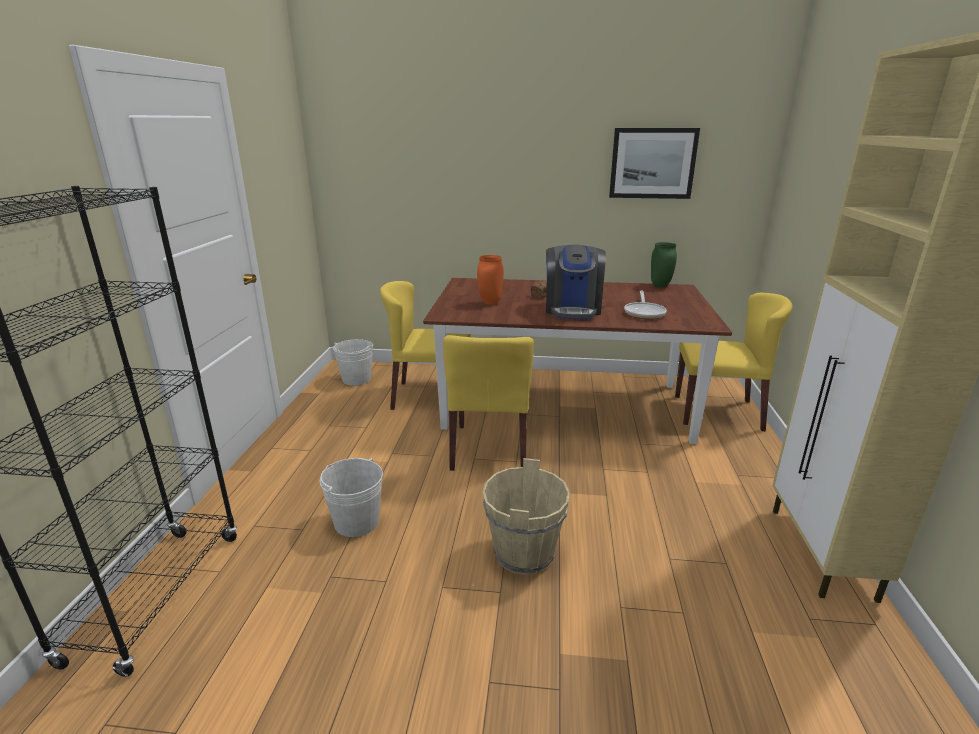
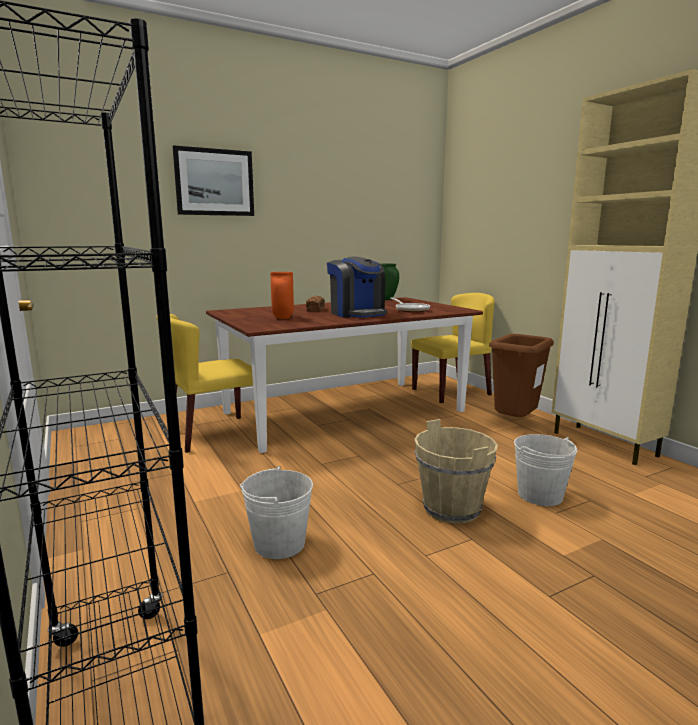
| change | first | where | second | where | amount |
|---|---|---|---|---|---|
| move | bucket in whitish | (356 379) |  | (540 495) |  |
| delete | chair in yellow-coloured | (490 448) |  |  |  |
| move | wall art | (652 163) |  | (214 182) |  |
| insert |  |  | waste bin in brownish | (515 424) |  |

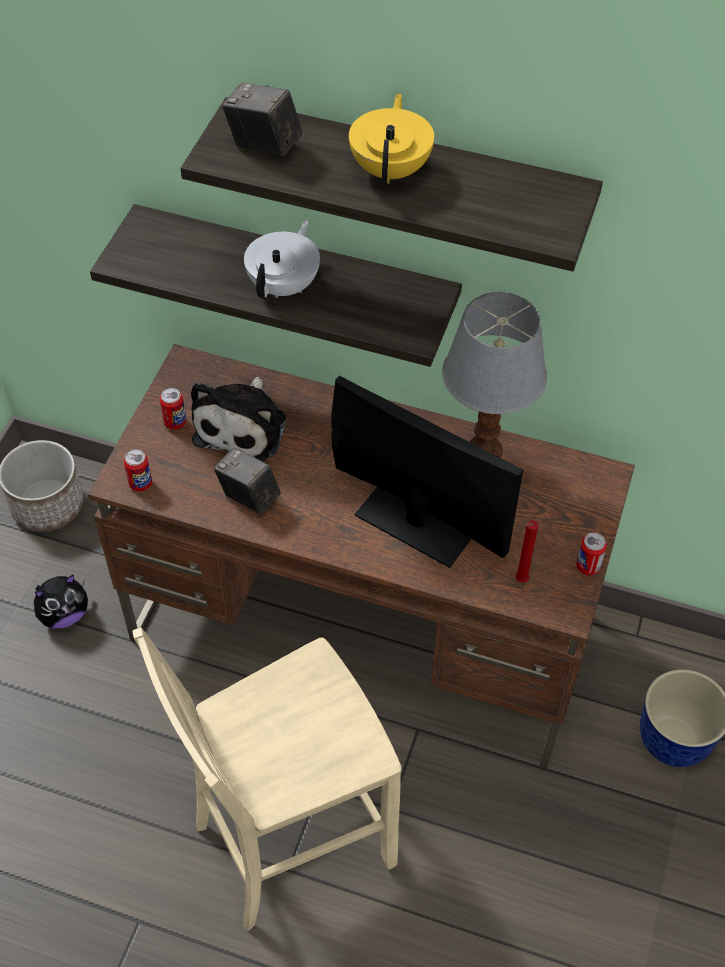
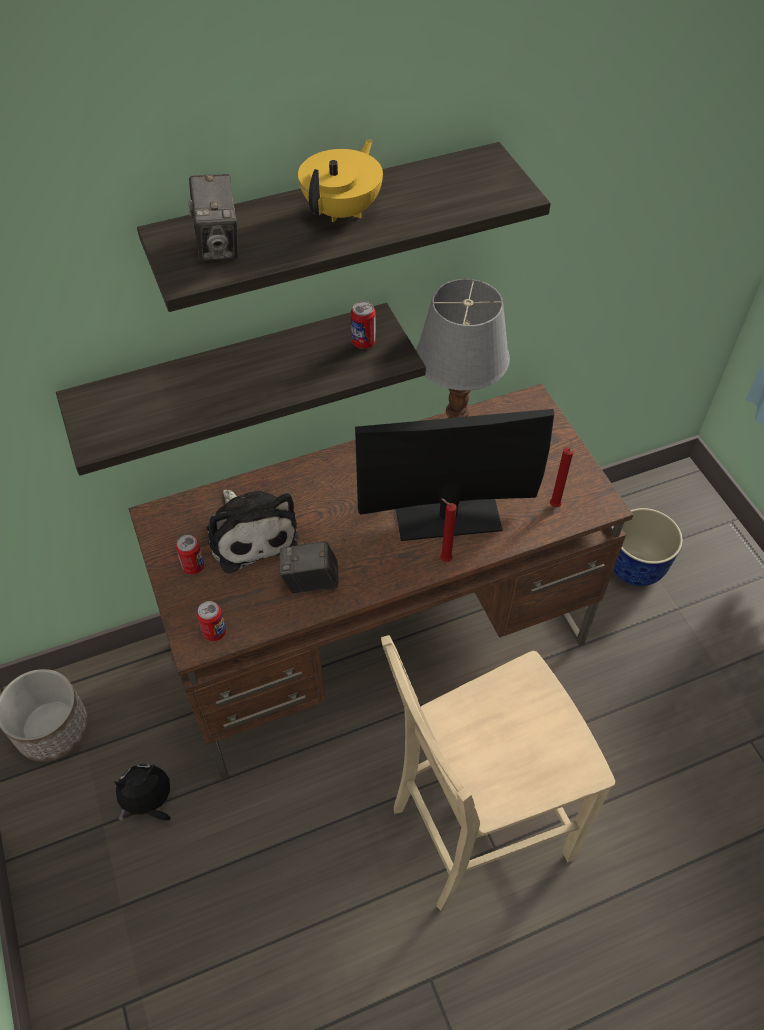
| change | first | where | second | where | amount |
|---|---|---|---|---|---|
| rotate | plush toy | (64 615) |  | (149 802) | 135 degrees counterclockwise |
| rotate | chair in sand-coloured | (288 842) |  | (475 829) | 45 degrees clockwise |
| rotate | still camera | (264 145) |  | (218 245) | 90 degrees counterclockwise |
| delete | teapot in whitish | (284 285) |  |  |  |
| rotate | teapot in yellow-coloured | (391 169) |  | (343 210) | 60 degrees clockwise |
| move | can | (587 566) |  | (363 342) |  |
| insert |  |  | candle in reddish | (444 559) |  |

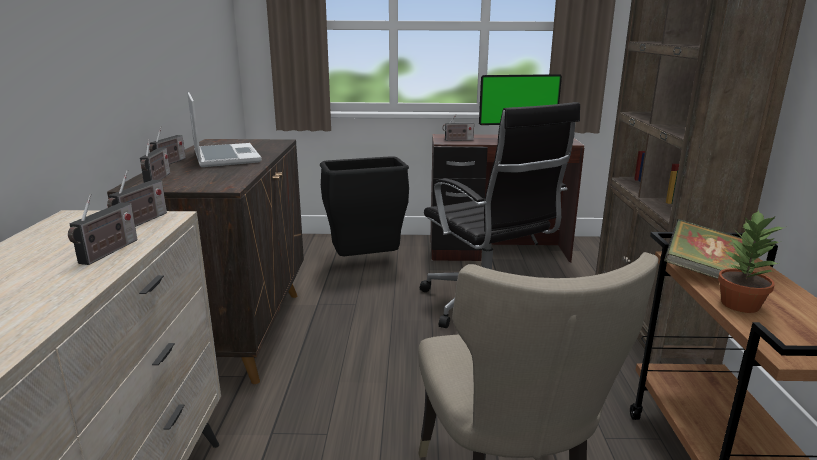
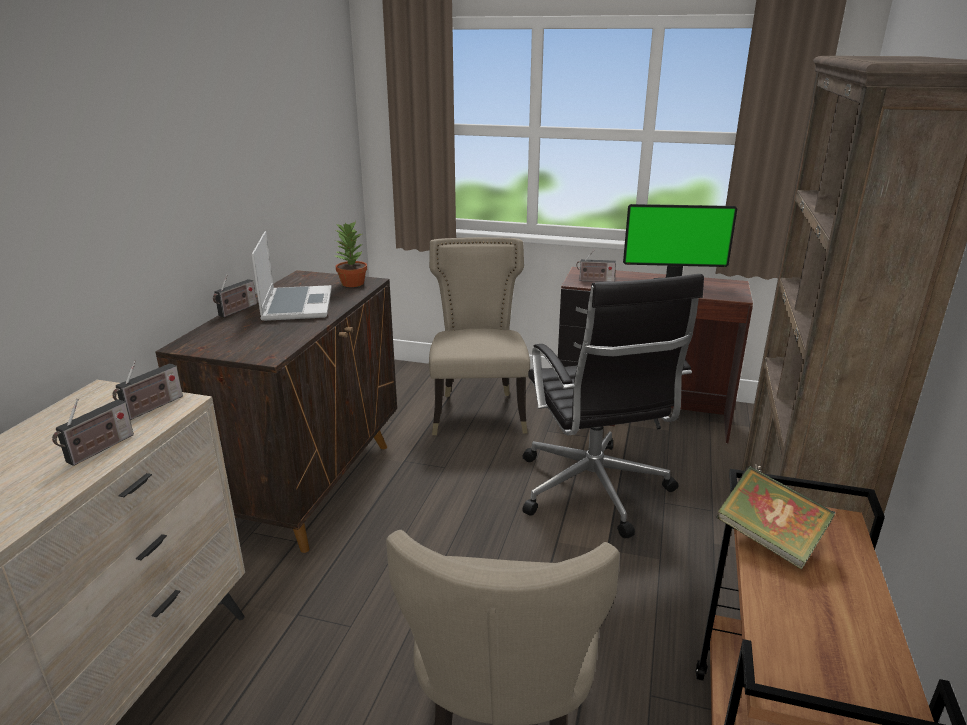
| change | first | where | second | where | amount |
|---|---|---|---|---|---|
| delete | radio receiver | (157 179) |  |  |  |
| replace | waste bin in blackish | (366 262) | chair in sand-coloured | (478 412) |  |
| move | houseplant | (739 305) |  | (352 283) |  |

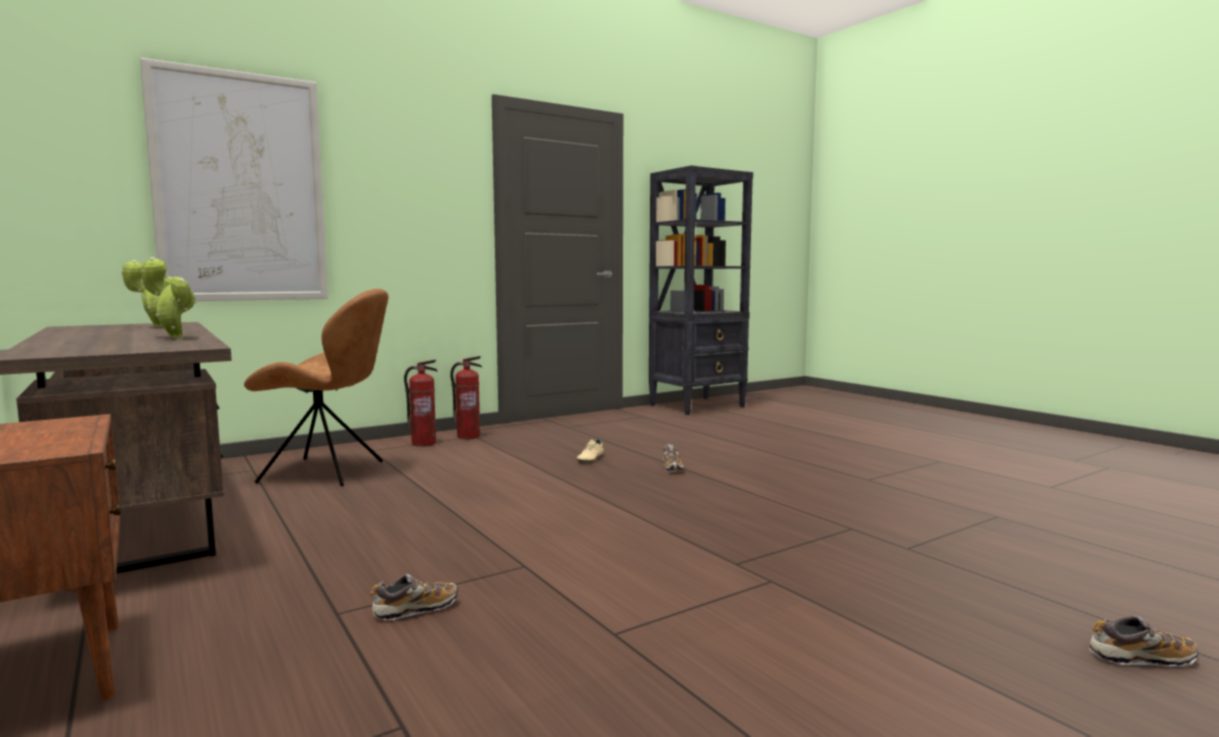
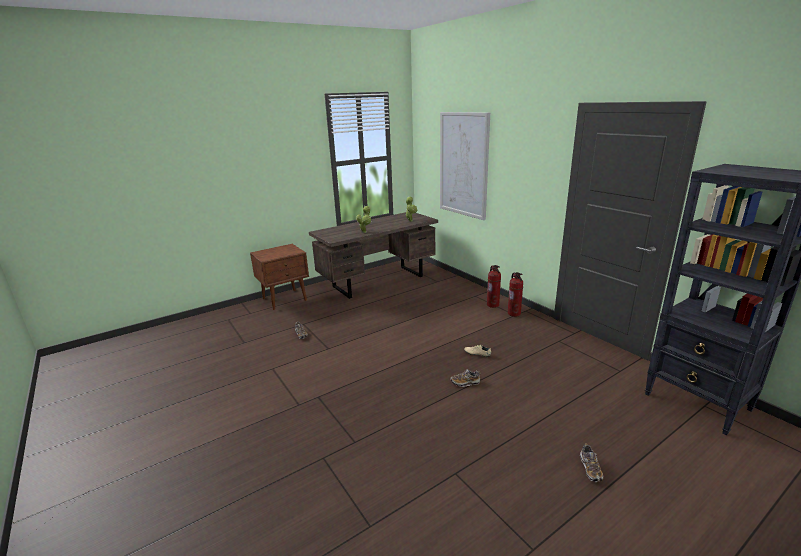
| change | first | where | second | where | amount |
|---|---|---|---|---|---|
| delete | chair in brownish | (326 472) |  |  |  |
| move | low shoe | (1140 658) |  | (590 469) |  |

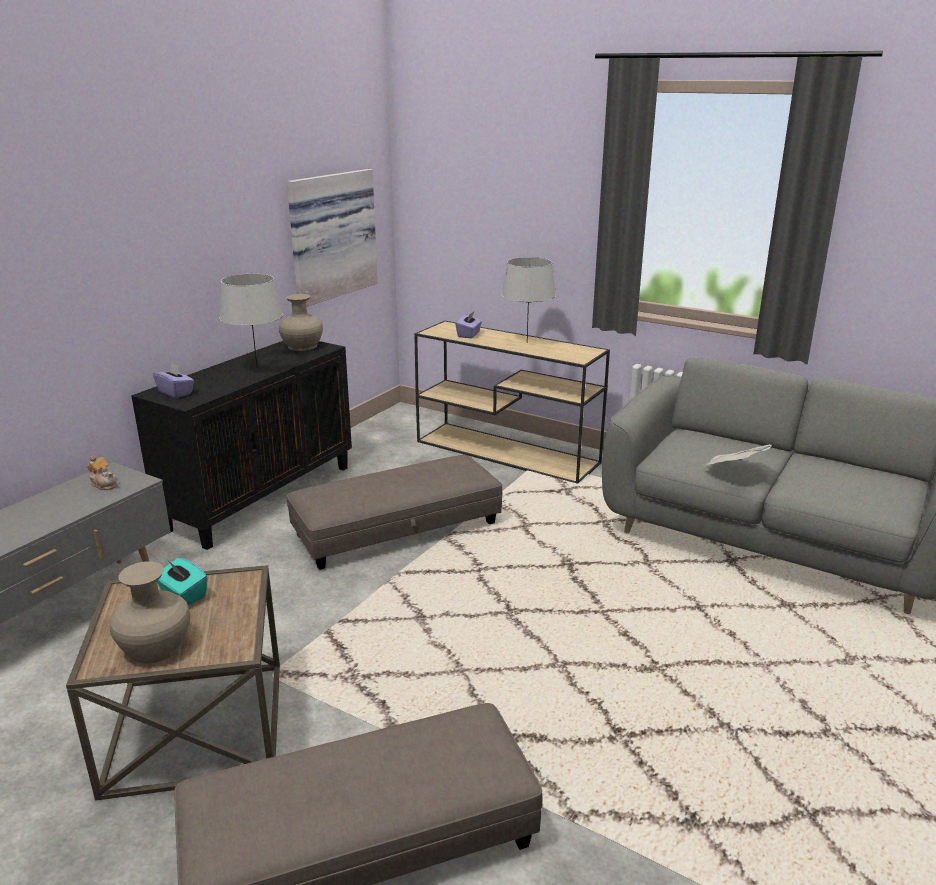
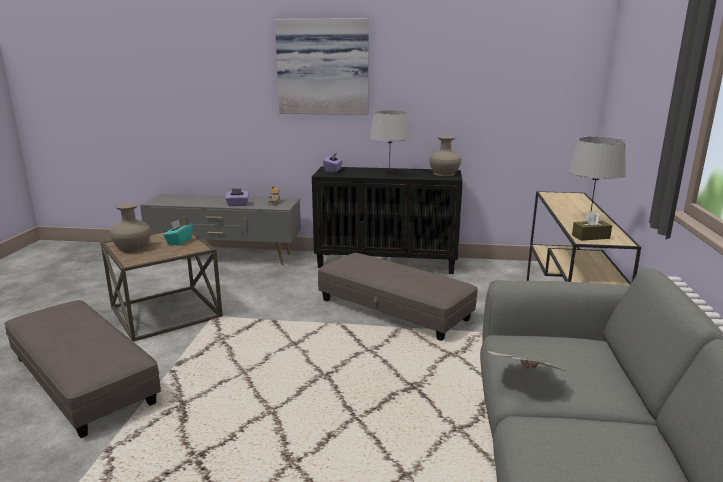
| change | first | where | second | where | amount |
|---|---|---|---|---|---|
| move | wall art | (330 235) |  | (323 67) |  |
| move | tissue holder in purple-coloured | (469 335) |  | (237 205) |  |
| insert |  |  | tissue holder in brownish | (590 237) |  |

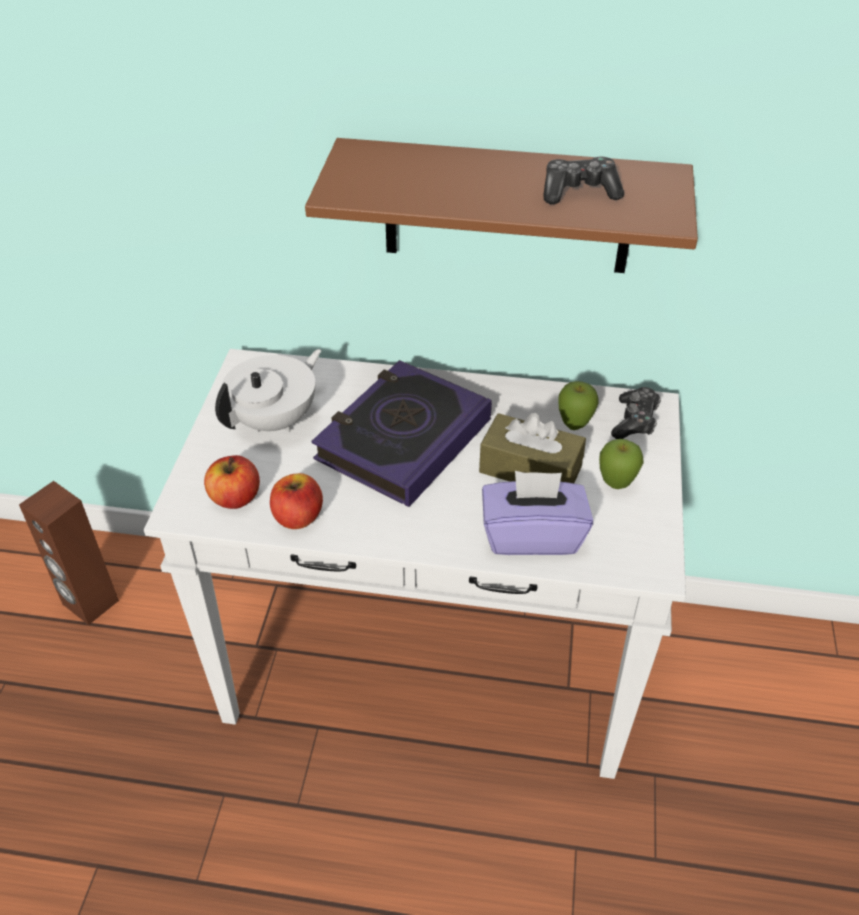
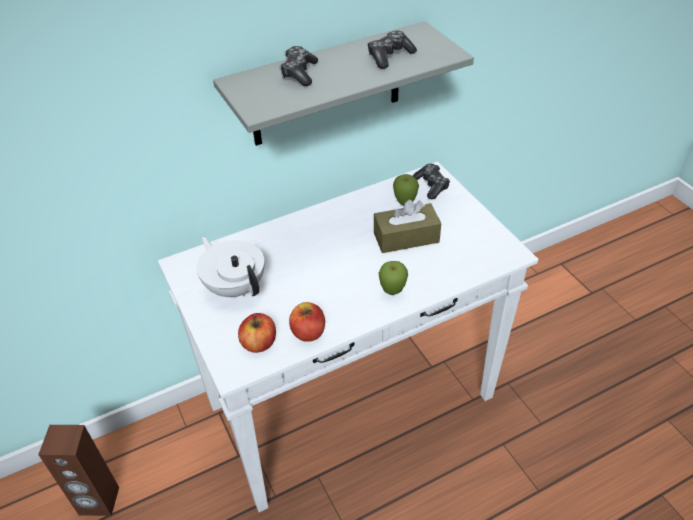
| change | first | where | second | where | amount |
|---|---|---|---|---|---|
| rotate | teapot in whitish | (275 420) |  | (235 286) | 45 degrees counterclockwise |
| recolor | bracket shelf in brownish | (507 207) | bracket shelf in grey | (326 86) |  |
| delete | volume | (403 440) |  |  |  |
| delete | tissue holder in purple-coloured | (532 535) |  |  |  |
| move | whole apple | (616 485) |  | (392 292) |  |
| insert |  |  | gamepad | (299 73) |  |

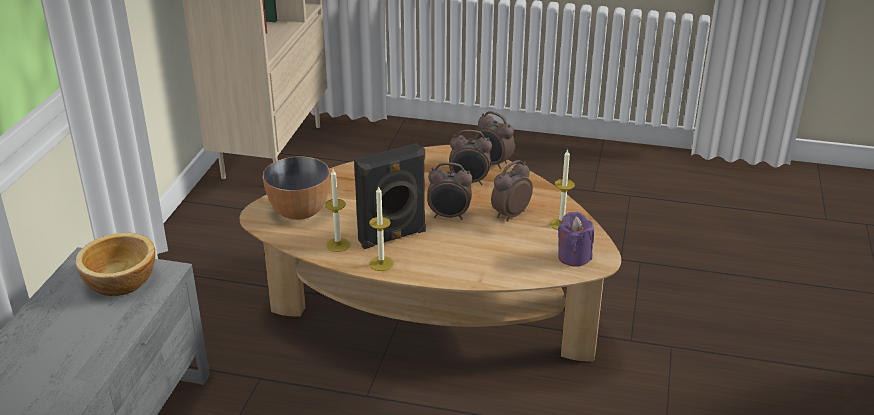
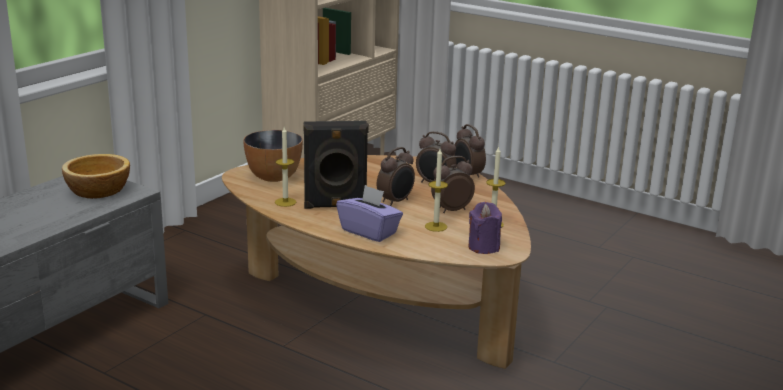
| change | first | where | second | where | amount |
|---|---|---|---|---|---|
| move | candle | (381 263) |  | (436 226) |  |
| rotate | alarm clock | (449 216) |  | (396 202) | 75 degrees counterclockwise |
| insert |  |  | tissue holder in purple-coloured | (369 231) |  |

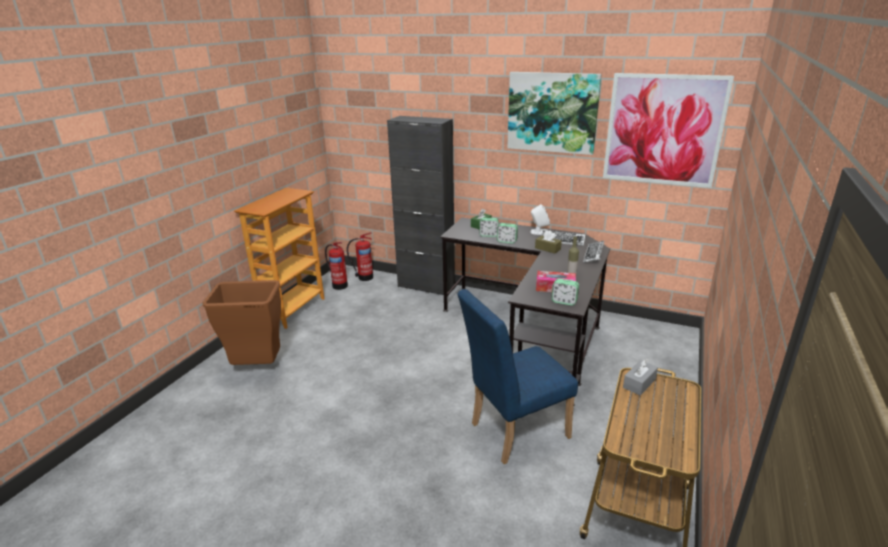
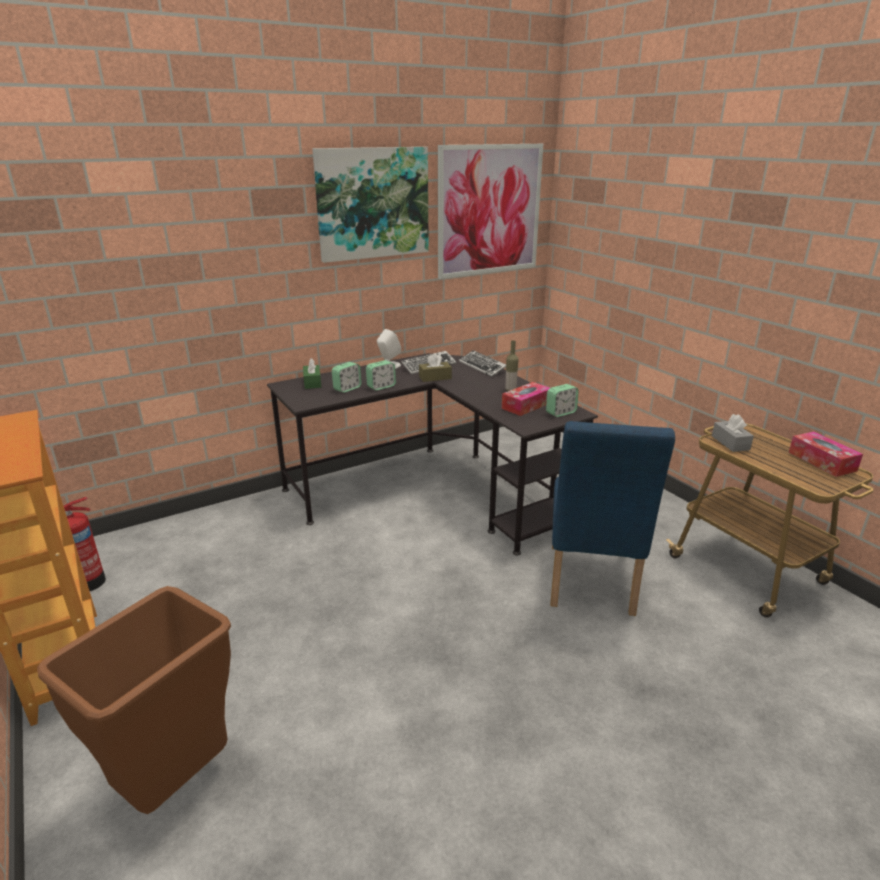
| change | first | where | second | where | amount |
|---|---|---|---|---|---|
| delete | extinguisher | (364 277) |  |  |  |
| delete | cupboard in blackish | (426 286) |  |  |  |
| insert |  |  | tissue holder | (822 461) |  |

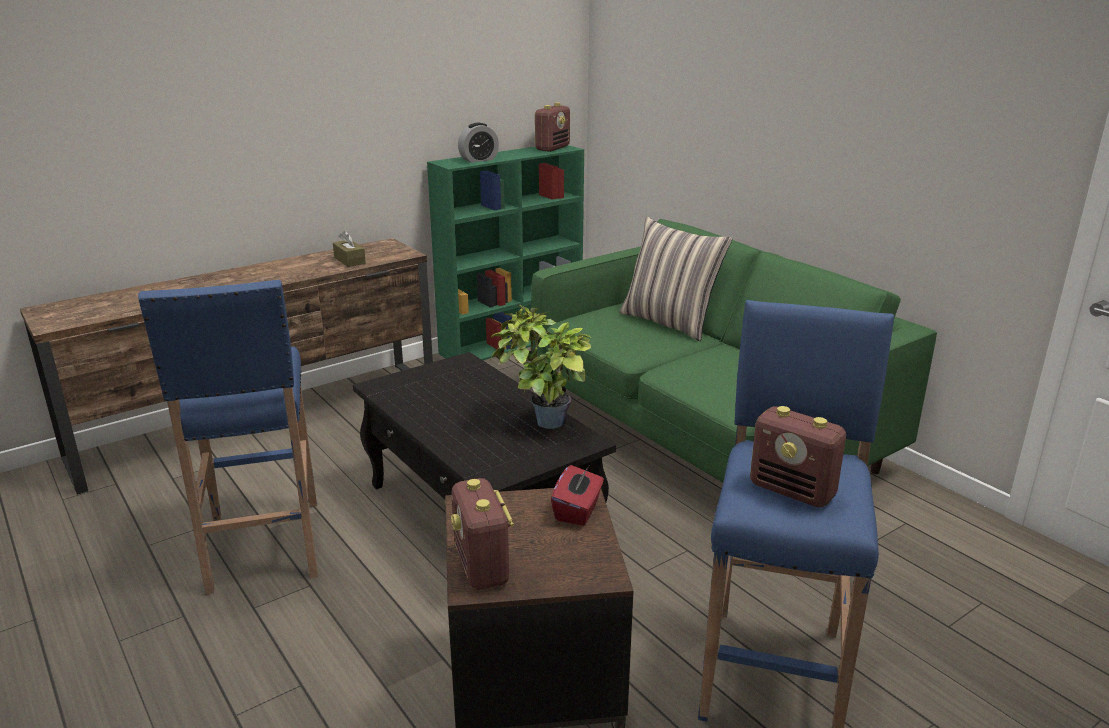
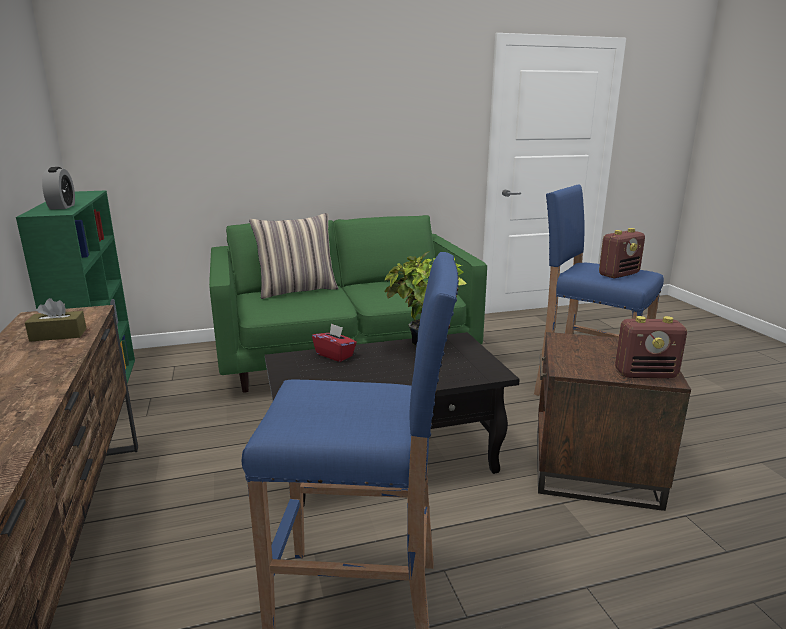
| change | first | where | second | where | amount |
|---|---|---|---|---|---|
| delete | radio receiver | (552 148) |  |  |  |
| move | tissue holder in reddish | (578 510) |  | (335 355) |  |

